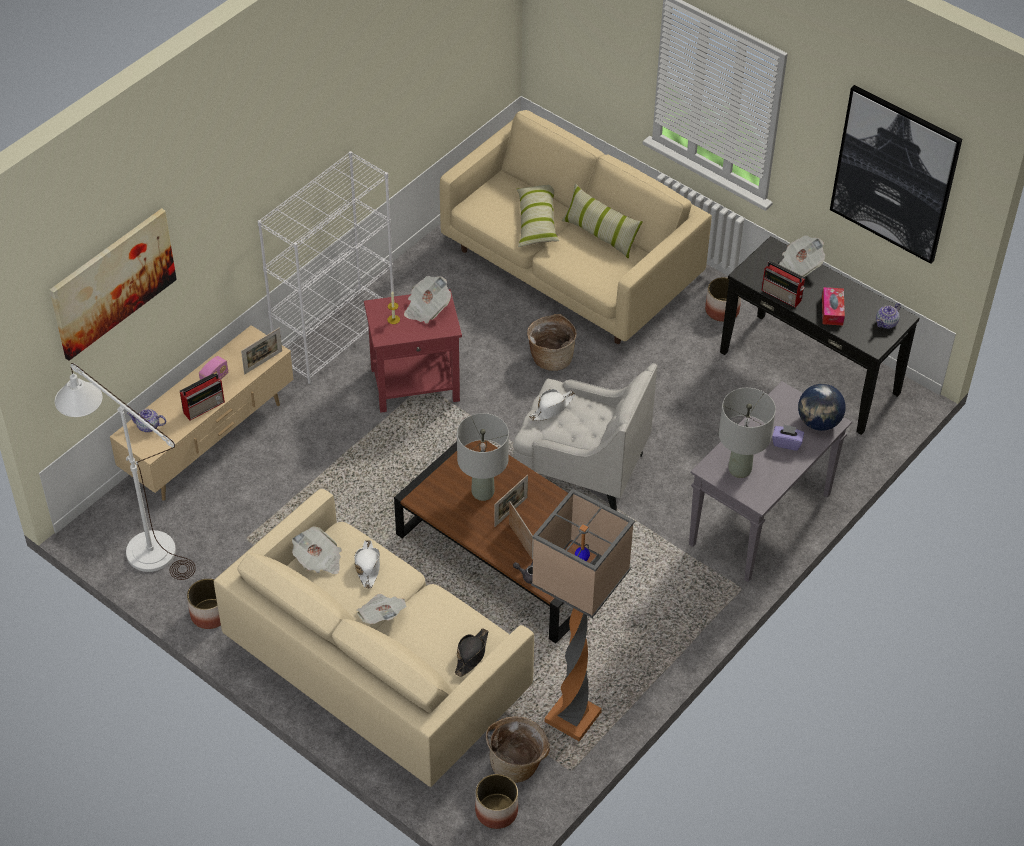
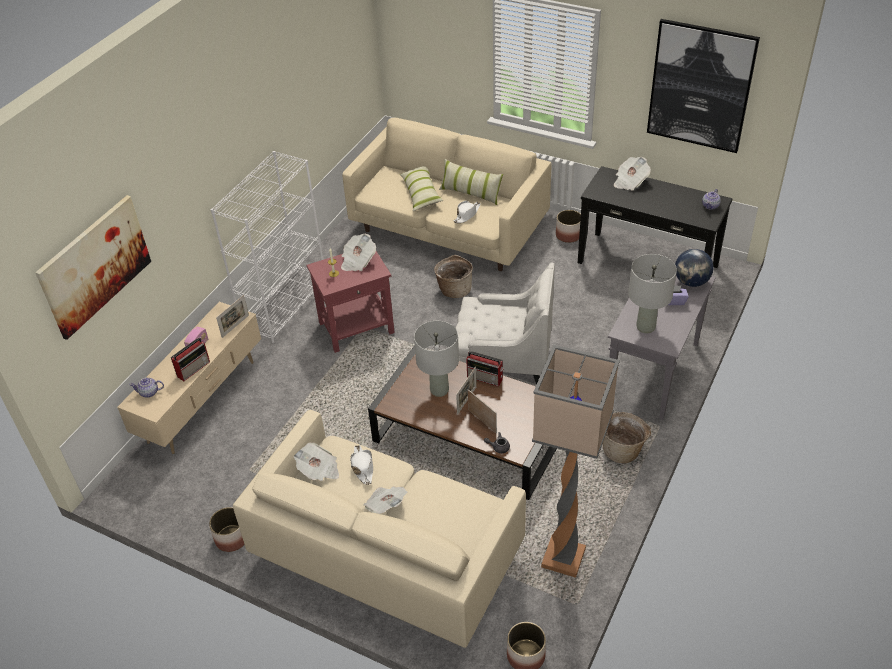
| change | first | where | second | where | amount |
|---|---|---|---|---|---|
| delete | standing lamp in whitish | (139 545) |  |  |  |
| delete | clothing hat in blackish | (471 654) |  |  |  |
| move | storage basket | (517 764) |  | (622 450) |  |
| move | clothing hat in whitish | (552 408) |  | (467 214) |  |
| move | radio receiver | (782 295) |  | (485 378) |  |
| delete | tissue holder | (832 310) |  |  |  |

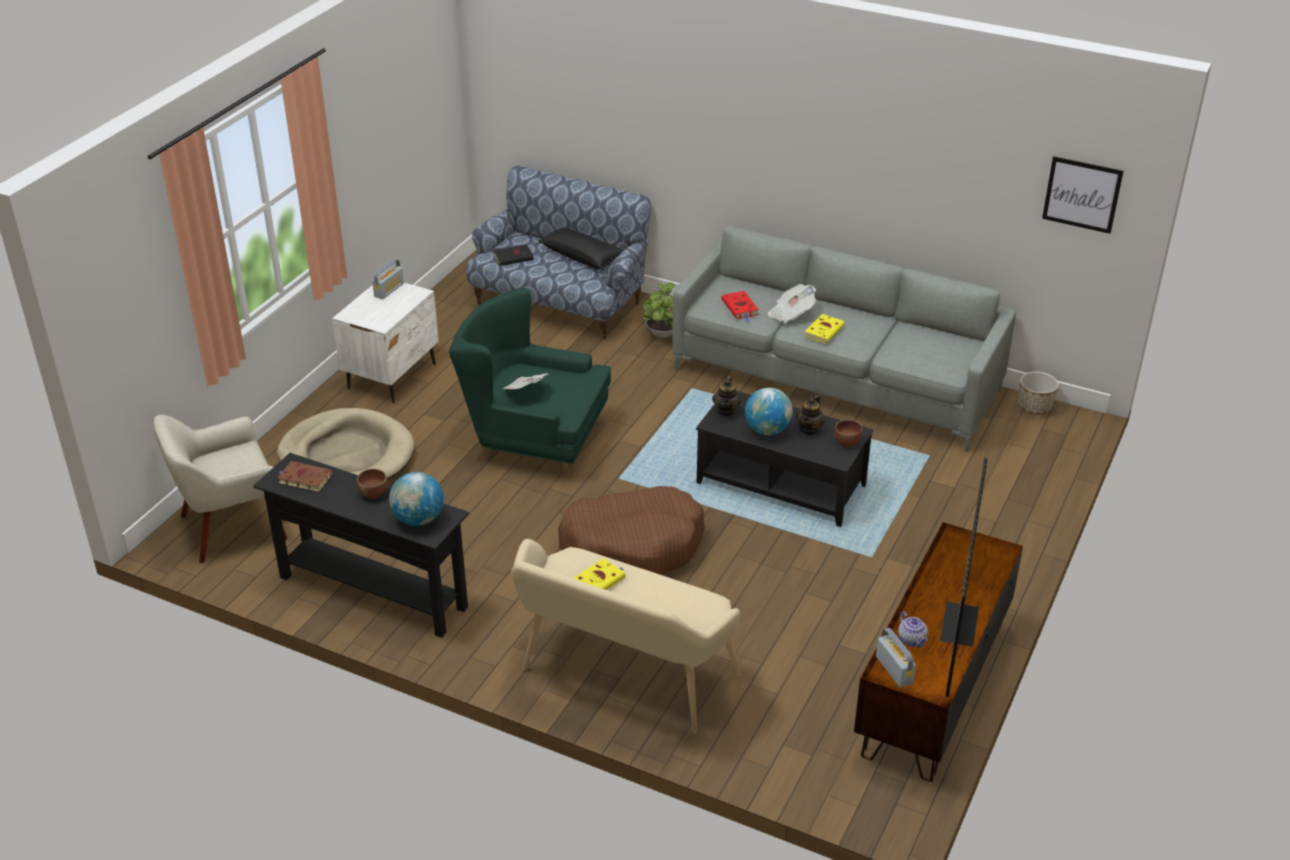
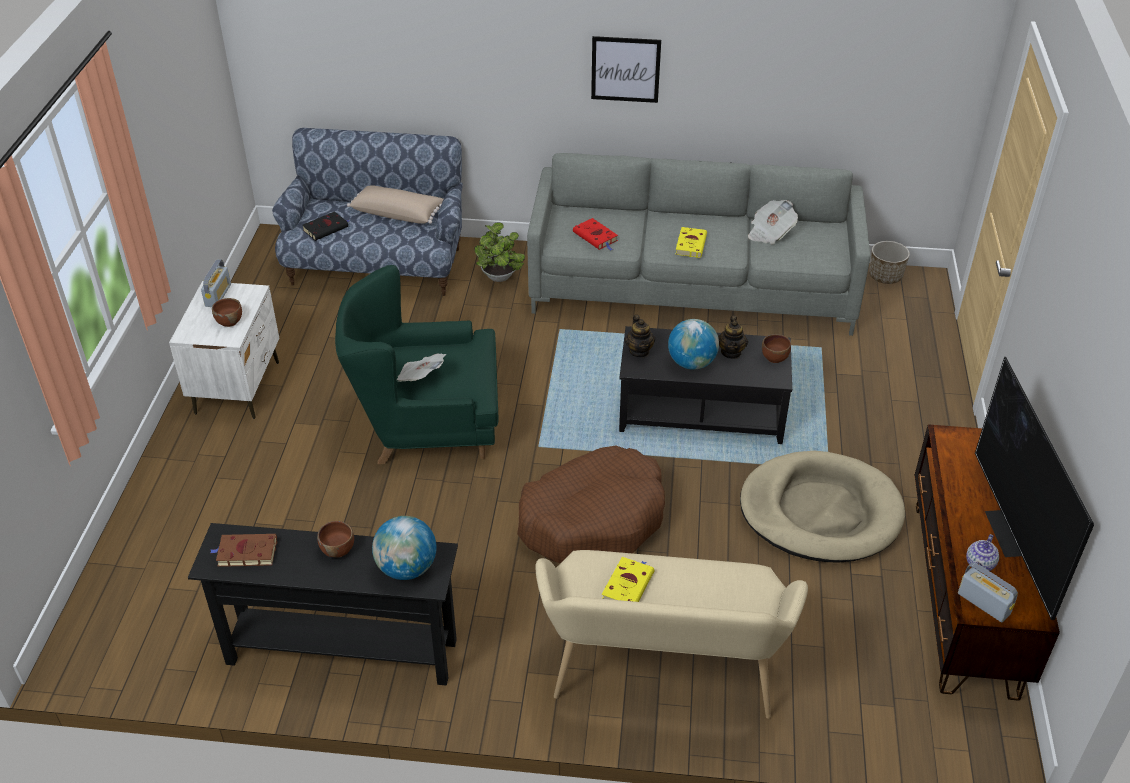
| change | first | where | second | where | amount |
|---|---|---|---|---|---|
| delete | lounge chair in sand-coloured | (231 526) |  |  |  |
| move | pet bed in sand-coloured | (347 456) |  | (820 512) |  |
| recolor | throw pillow in blackish | (583 257) | throw pillow in sand-coloured | (398 213) |  |
| move | printed paper | (791 314) |  | (770 233) |  |
| rotate | teapot | (912 640) |  | (980 564) | 75 degrees clockwise |
| move | wall art | (1082 194) |  | (625 69) |  |
| insert |  |  | deep dish in brownish | (229 321) |  |

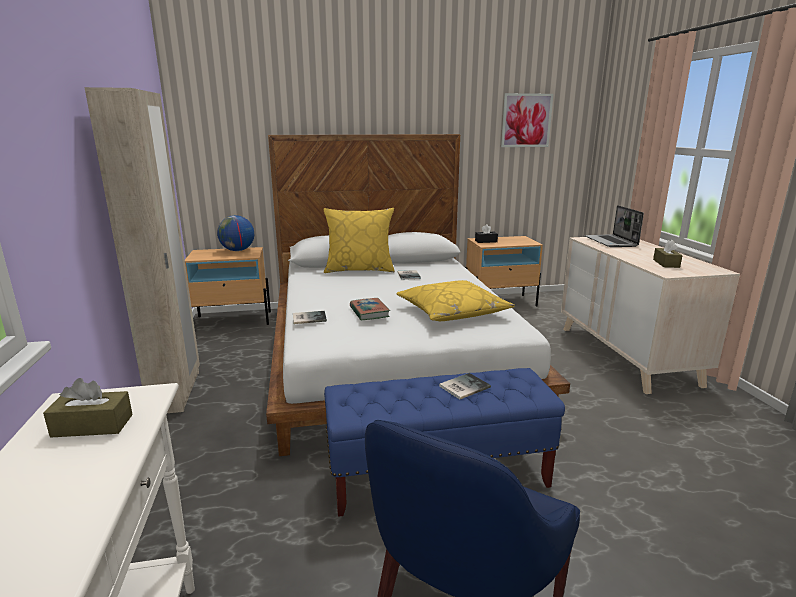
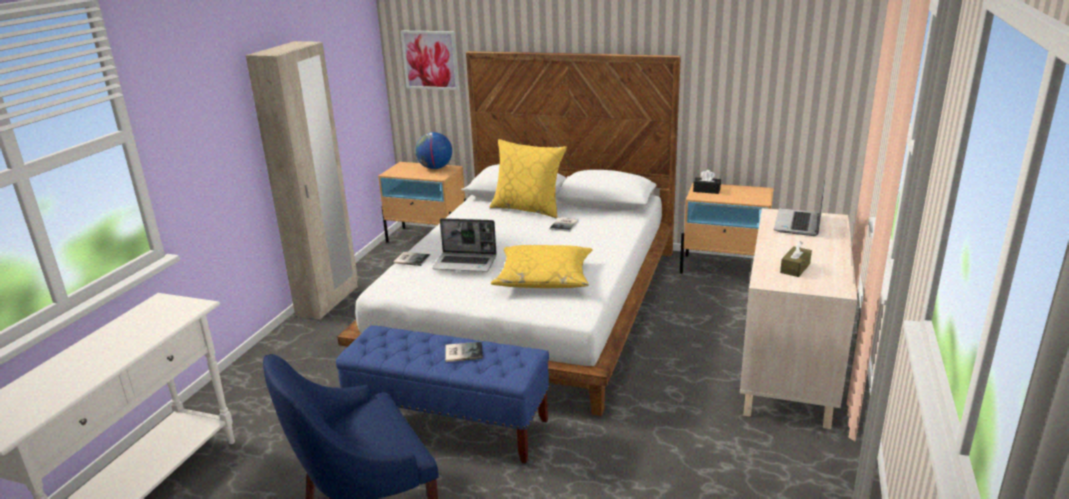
| change | first | where | second | where | amount |
|---|---|---|---|---|---|
| delete | tissue holder in brownish | (92 426) |  |  |  |
| replace | volume | (369 312) | portable computer | (466 263) |  |
| move | wall art | (526 120) |  | (430 60) |  |

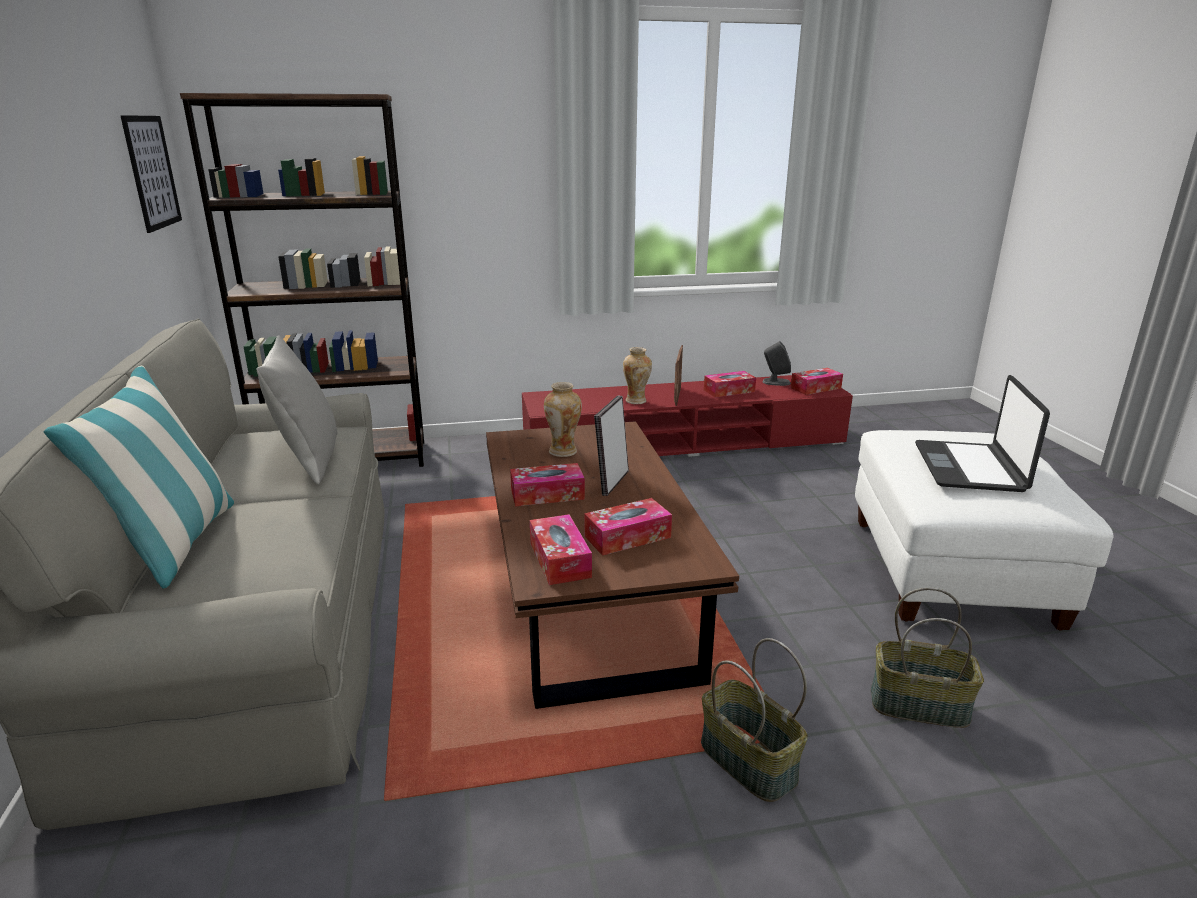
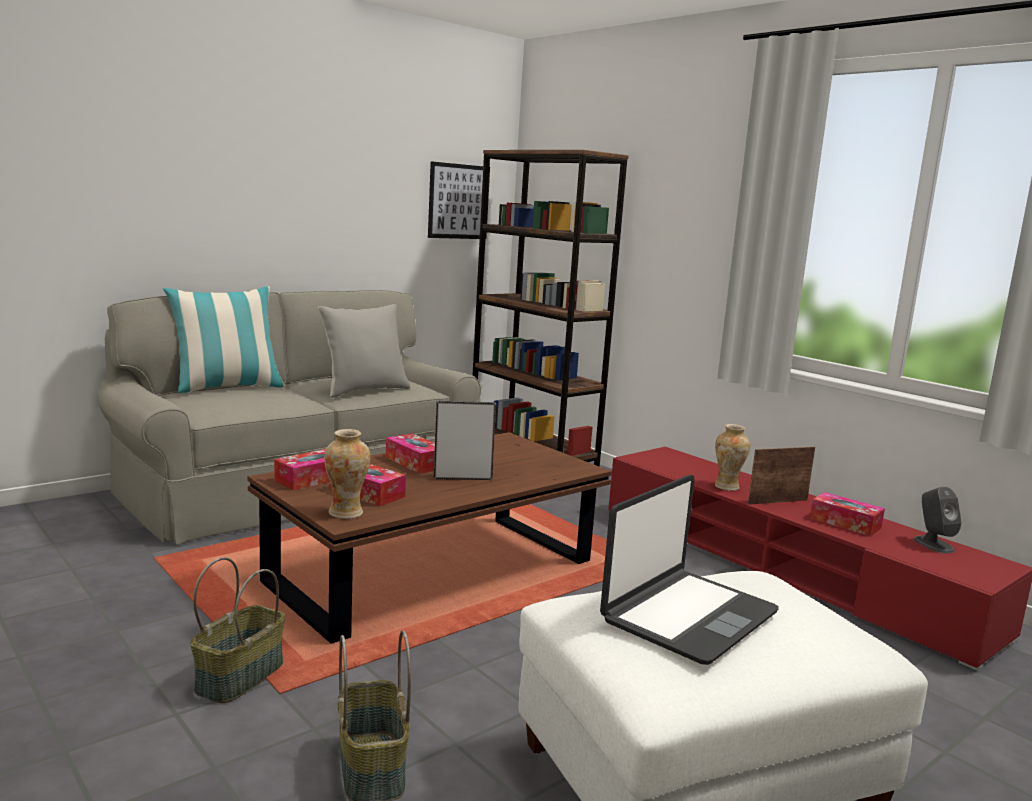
| change | first | where | second | where | amount |
|---|---|---|---|---|---|
| move | vase | (563 452) |  | (346 513) |  |
| delete | tissue holder | (815 388) |  |  |  |
| rotate | portable computer | (970 468) |  | (688 616) | 150 degrees clockwise |

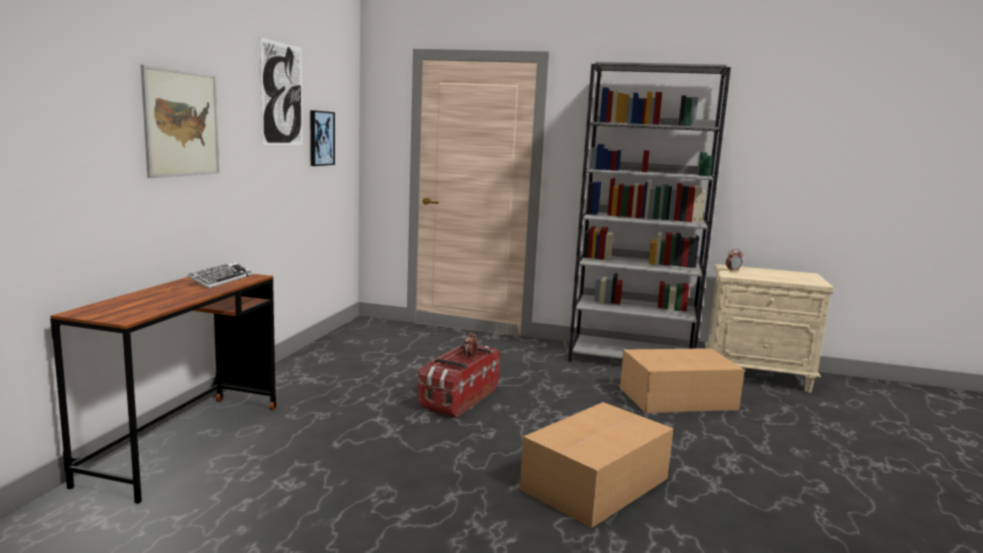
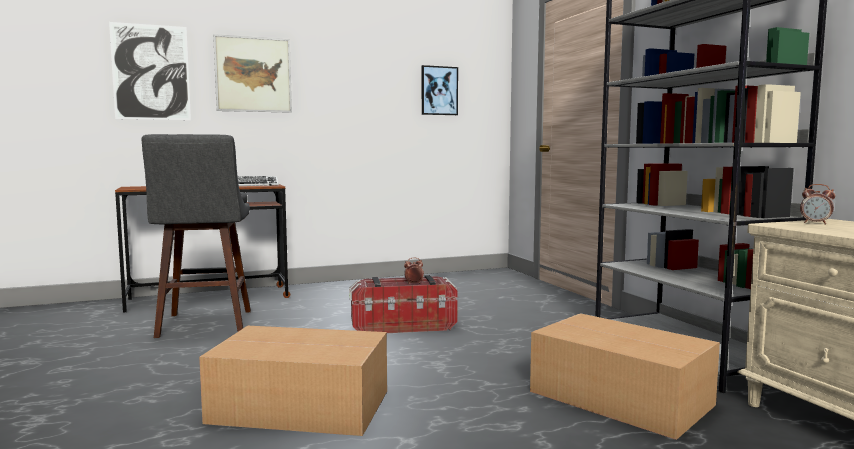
| change | first | where | second | where | amount |
|---|---|---|---|---|---|
| move | wall art | (282 94) |  | (151 72) |  |
| insert |  |  | sitting stool in grey | (204 325) |  |

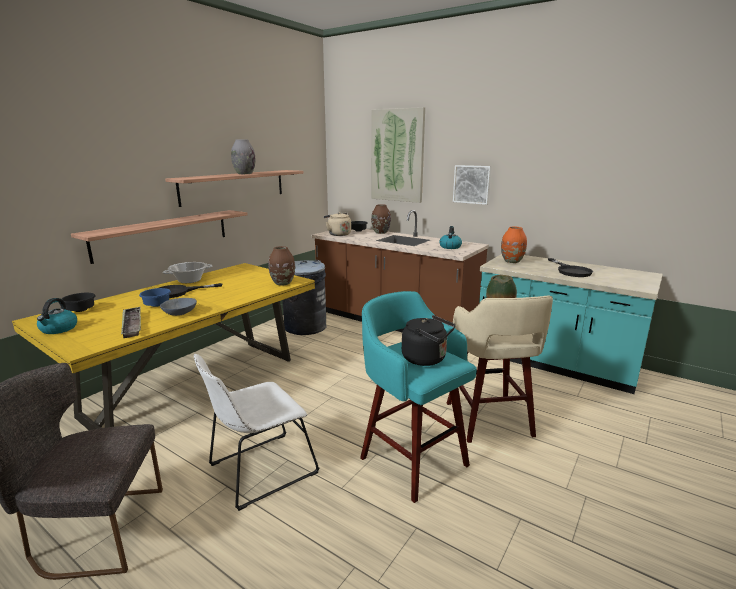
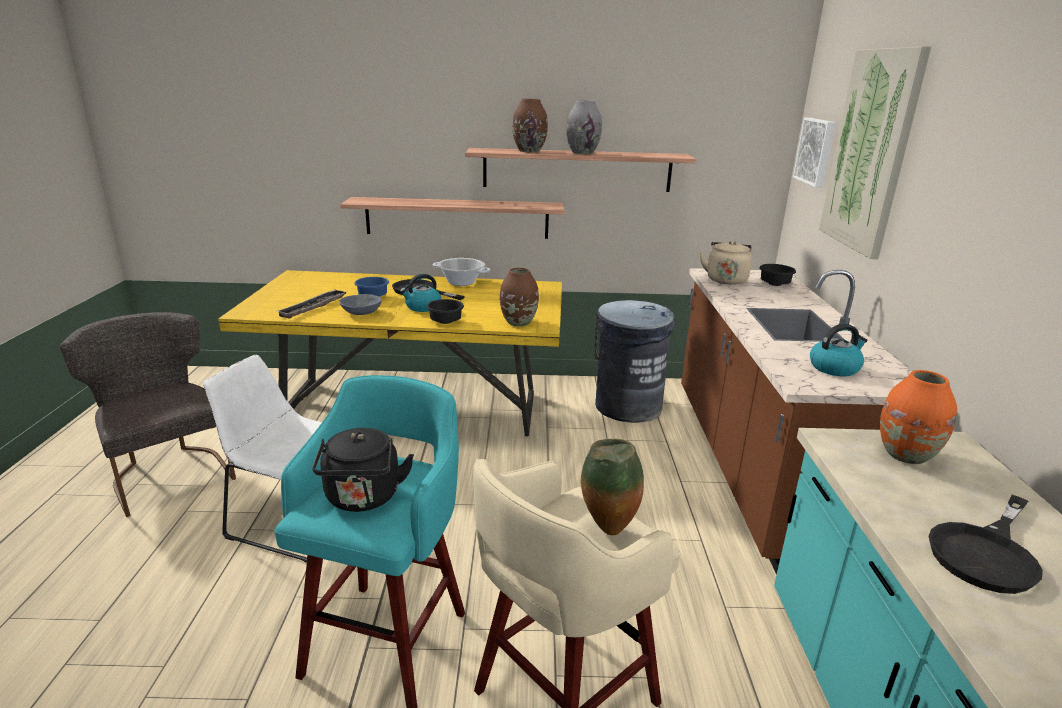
| change | first | where | second | where | amount |
|---|---|---|---|---|---|
| move | tea kettle | (58 329) |  | (422 307) |  |
| move | deep dish in blackish | (80 310) |  | (445 321) |  |
| move | vase in brownish | (380 232) |  | (529 151) |  |
| move | wall art | (472 184) |  | (816 151) |  |

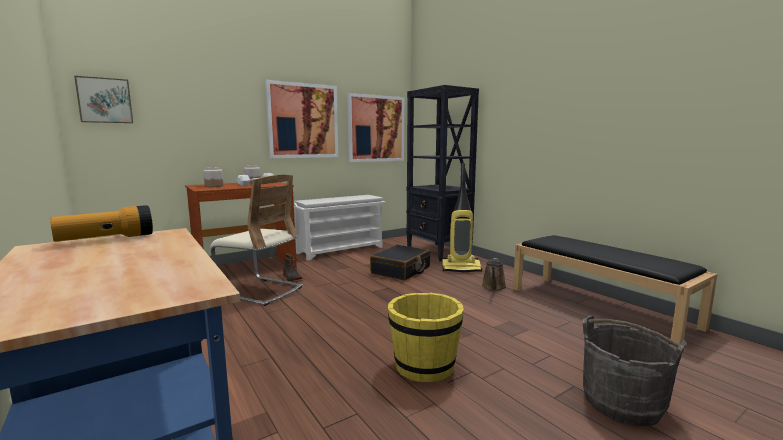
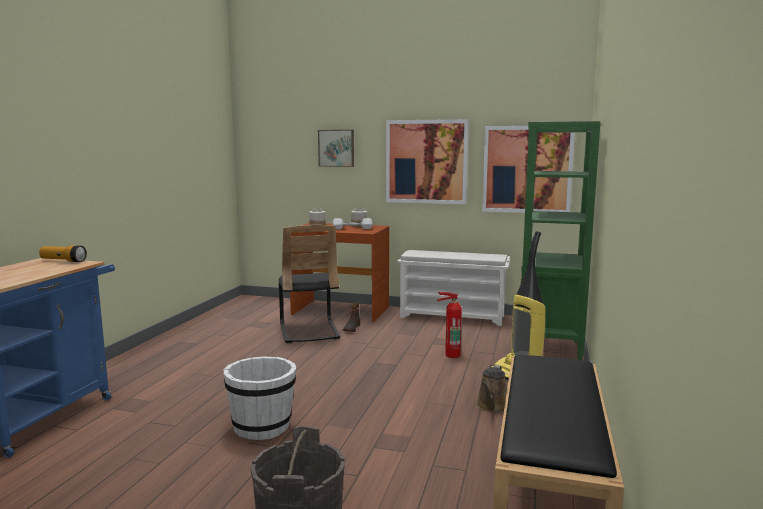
| change | first | where | second | where | amount |
|---|---|---|---|---|---|
| move | wall art | (105 100) |  | (336 148) |  |
| recolor | chair in sand-coloured | (260 291) | chair in blackish | (308 331) |  |
| replace | travel case in blackish | (401 270) | extinguisher | (451 355) |  |
| recolor | bucket in yellow-coloured | (424 366) | bucket in whitish | (262 426) |  |
| recolor | bookcase in blackish | (438 252) | bookcase in green | (549 351) |  |
| rotate | sprinkling can in brownish | (493 287) |  | (492 406) | 45 degrees counterclockwise |

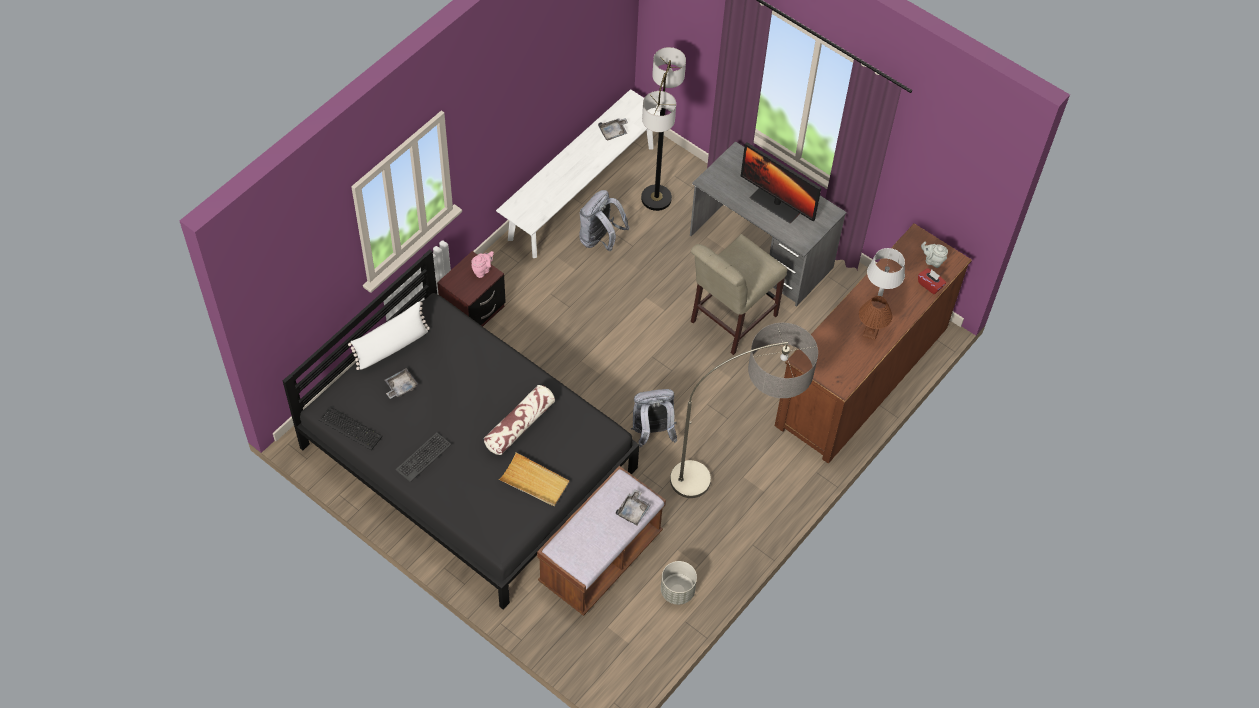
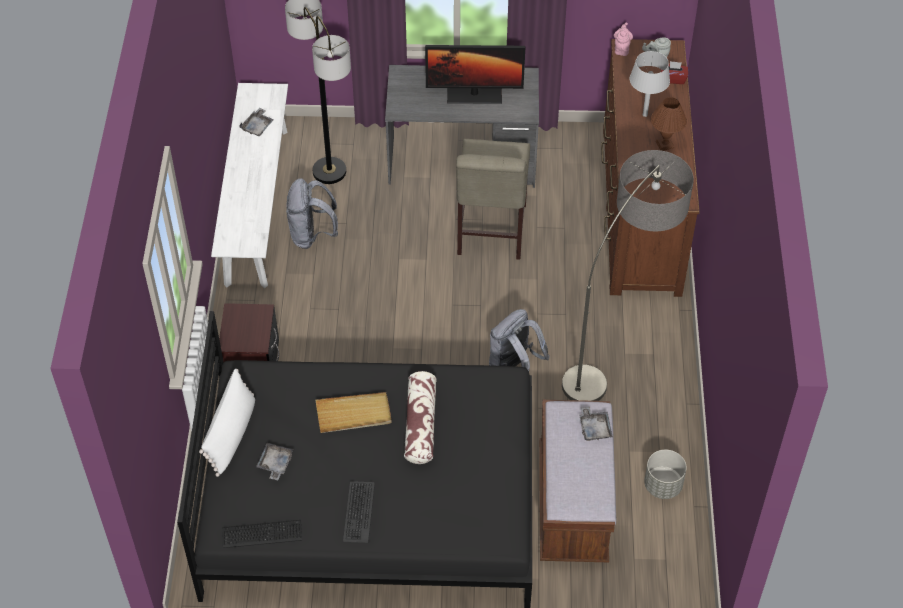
| change | first | where | second | where | amount |
|---|---|---|---|---|---|
| move | teapot in pink | (482 270) |  | (621 49) |  |
| move | carrying tray in sand-coloured | (534 481) |  | (354 414) |  |

